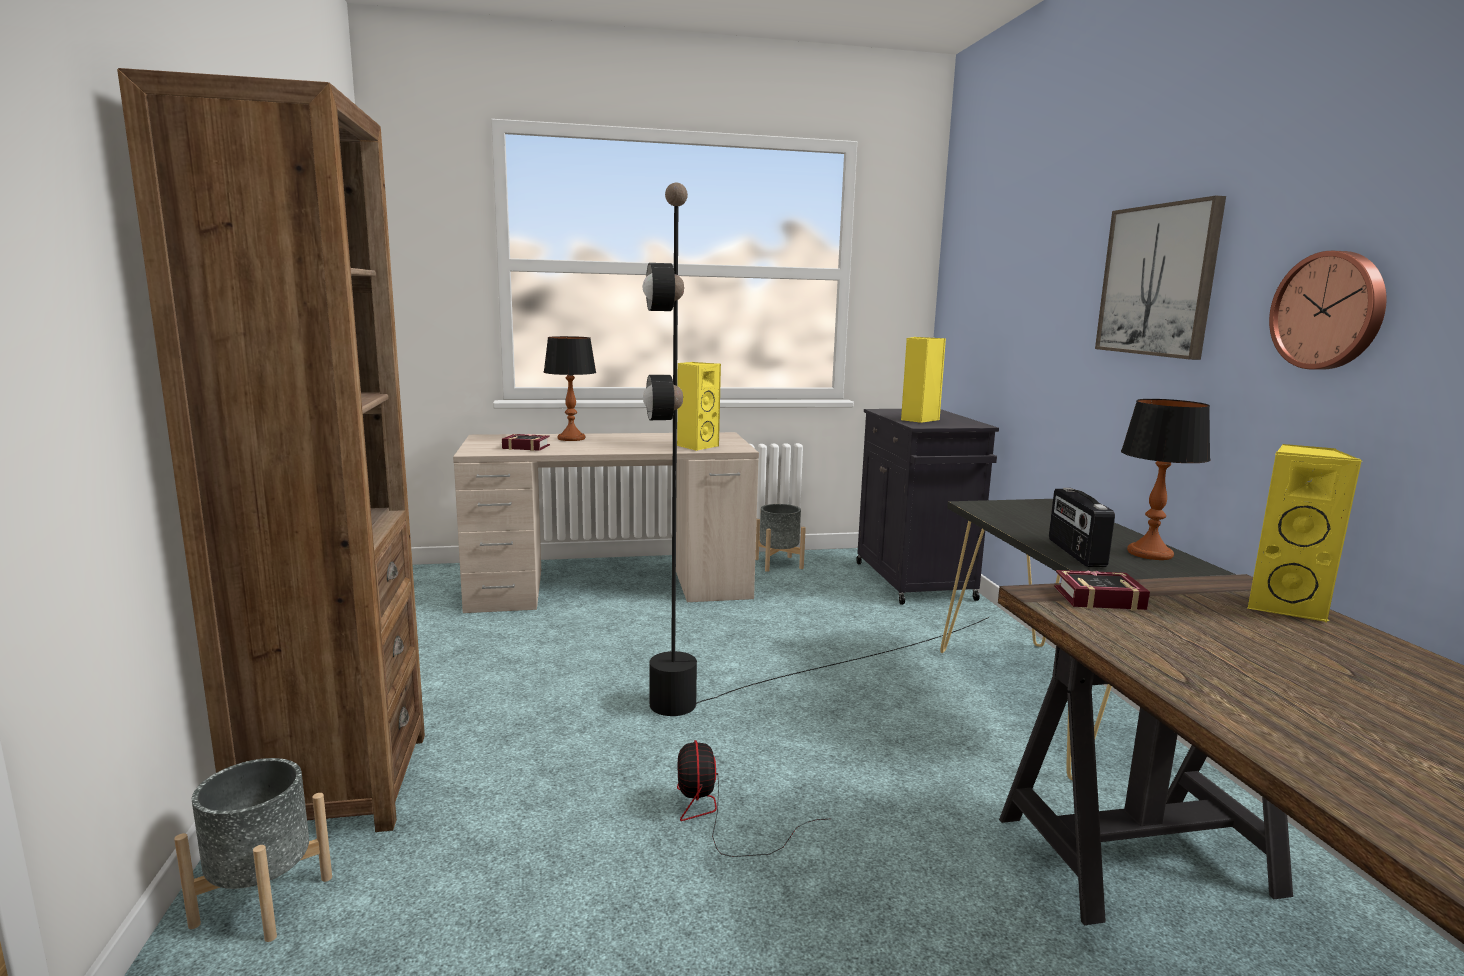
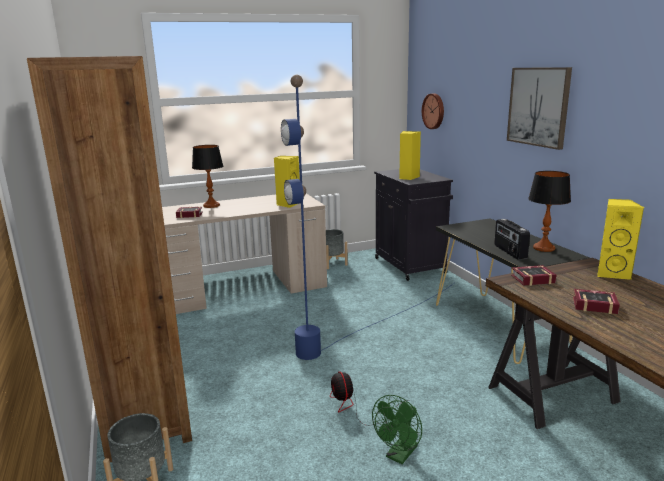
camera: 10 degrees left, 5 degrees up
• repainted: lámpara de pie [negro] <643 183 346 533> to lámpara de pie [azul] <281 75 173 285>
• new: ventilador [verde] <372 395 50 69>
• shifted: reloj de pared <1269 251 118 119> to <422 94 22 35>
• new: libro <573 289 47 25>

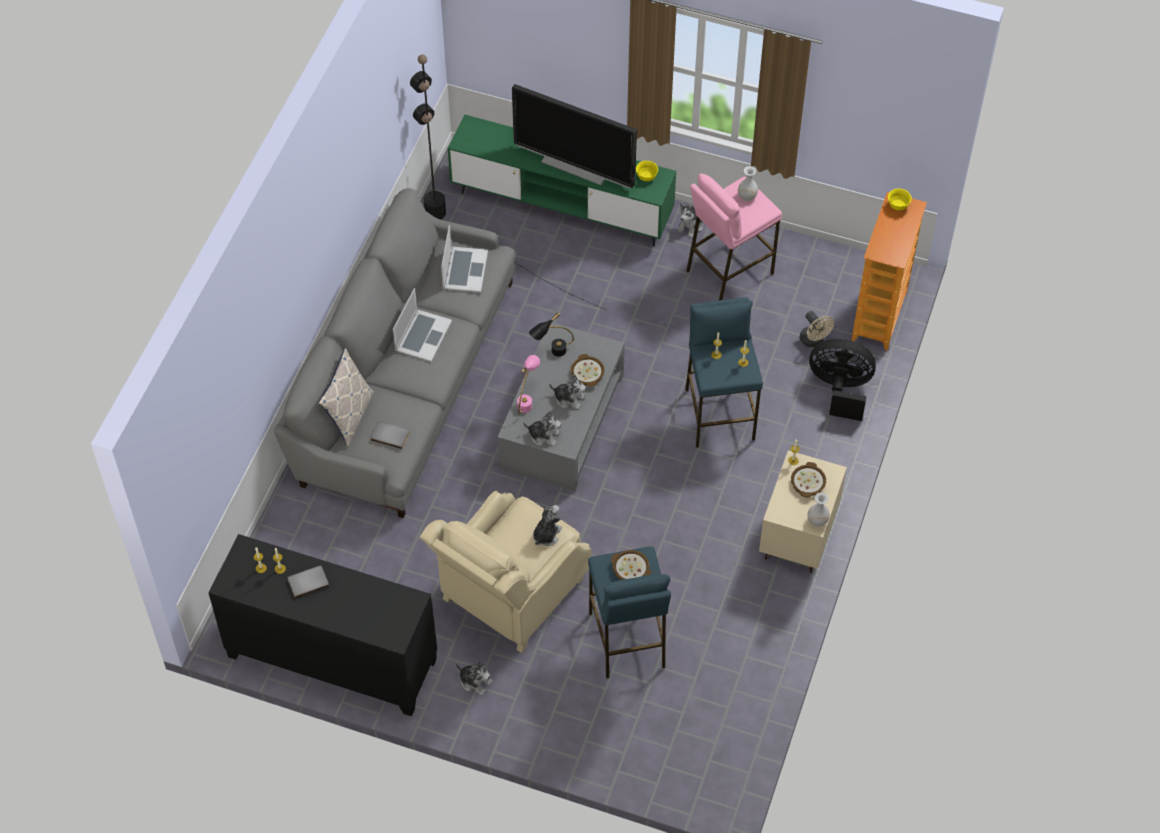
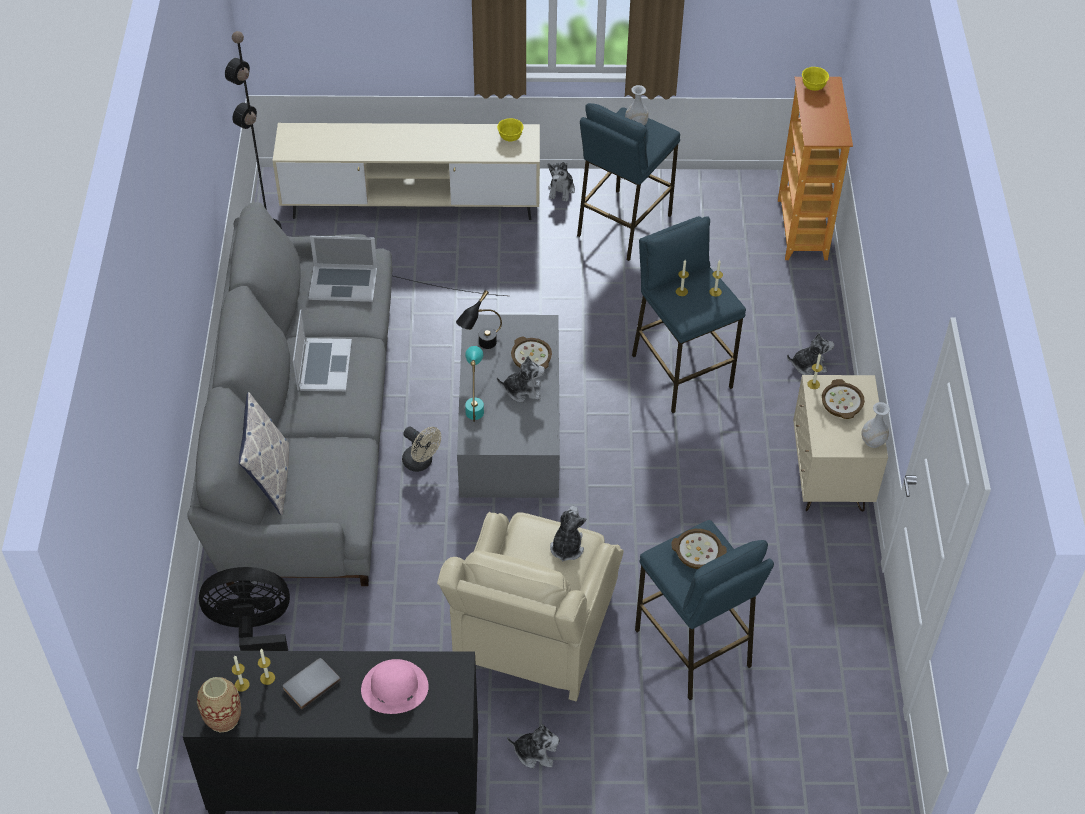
camera: 20 degrees left, 5 degrees down
• new: florero <197 677 44 55>
• shifted: ventilador [negro] <809 339 67 82> to <199 567 91 84>
• repainted: mueble de televisión [verde] <448 115 228 132> to mueble de televisión [beis] <272 123 268 97>
• rotated: portátil <441 225 47 68> = <309 236 68 66> 105 degrees clockwise
• new: sombrero [rosa] <361 659 68 55>
• shifted: ventilador [beis] <800 311 34 36> to <402 426 39 46>
• repainted: lámpara de mesa [rosa] <517 355 23 59> to lámpara de mesa [turquesa] <465 346 19 76>
• repainted: taburete [rosa] <686 173 96 127> to taburete [azul] <577 103 103 158>
• shifted: peluche <523 412 38 34> to <787 332 47 43>
• gone: libro [gris] <370 421 40 28>
• gone: televisor <512 84 125 105>

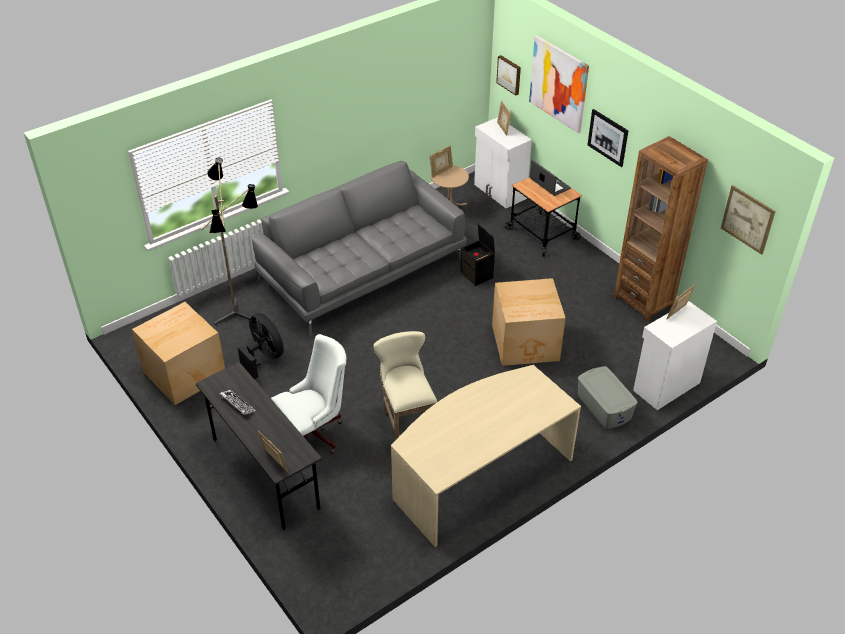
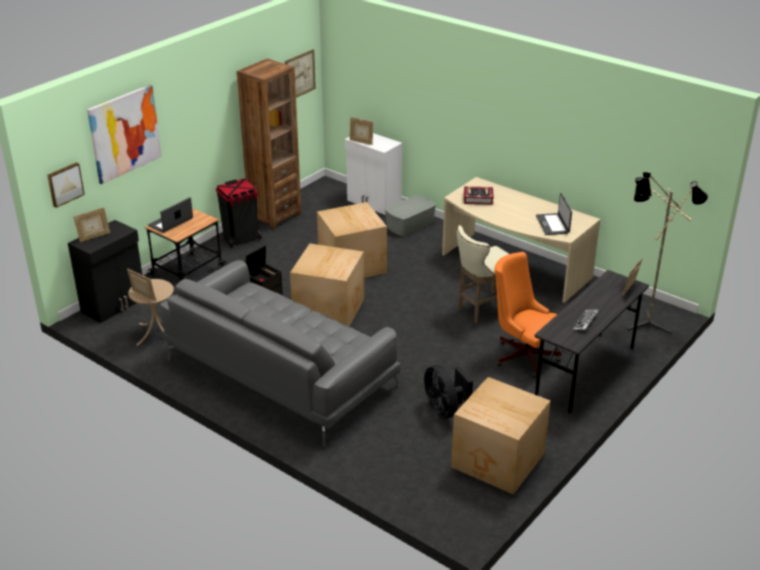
camera: 105 degrees left, 10 degrees down
• repainted: armario [blanco] <474 117 58 91> to armario [negro] <68 220 74 103>
• new: papelera [negro] <216 179 46 69>
• new: caja de cartón <290 243 74 83>
• rotated: ventilador [negro] <238 313 46 66> = <424 365 49 54> 60 degrees counterclockwise
• new: libro <464 186 30 19>
• repainted: silla de oficina [blanco] <271 334 75 120> to silla de oficina [naranja] <494 252 67 126>
• new: portátil <536 193 36 42>
• shifted: lámpara de pie <201 157 57 168> to <627 172 81 162>
• gone: cuadro <588 109 41 58>

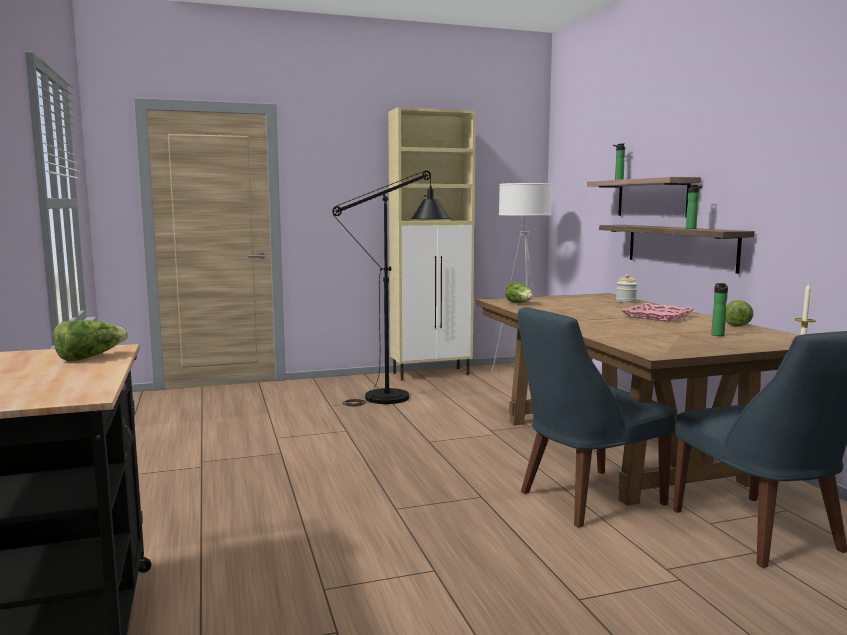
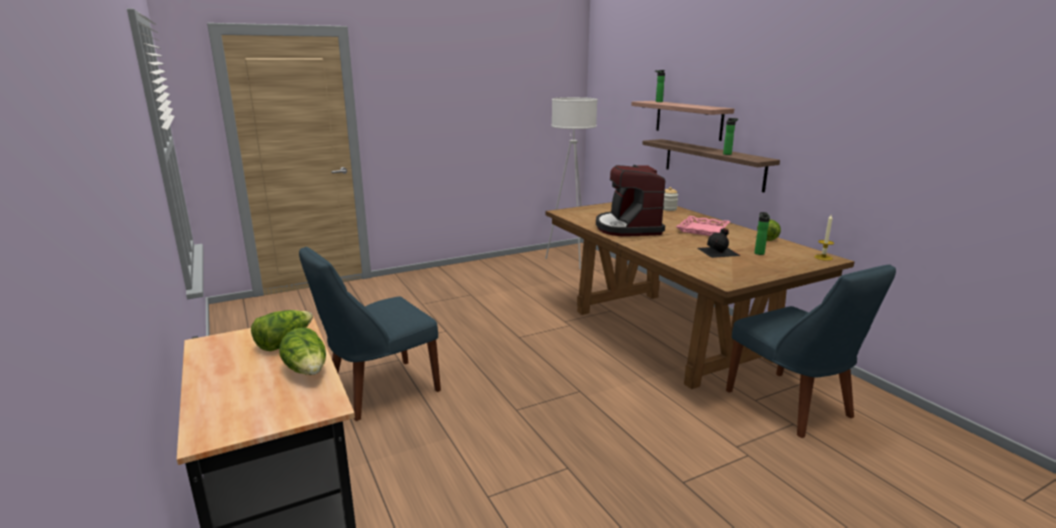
camera: 10 degrees left, 10 degrees up
• shifted: lechuga <505 282 28 21> to <279 327 47 48>
• shifted: silla [azul] <518 307 157 221> to <299 247 142 174>
• new: cafetera <596 165 69 71>
• new: botella [negro] <698 228 43 30>
• gone: lámpara de pie [negro] <332 170 119 236>
• gone: armario [beis] <388 107 88 274>

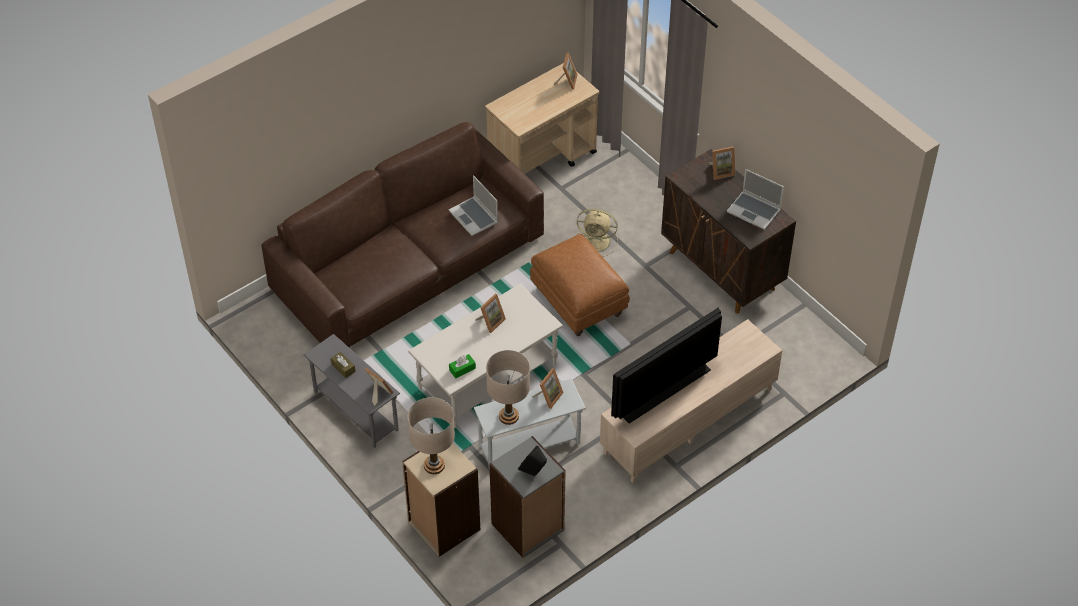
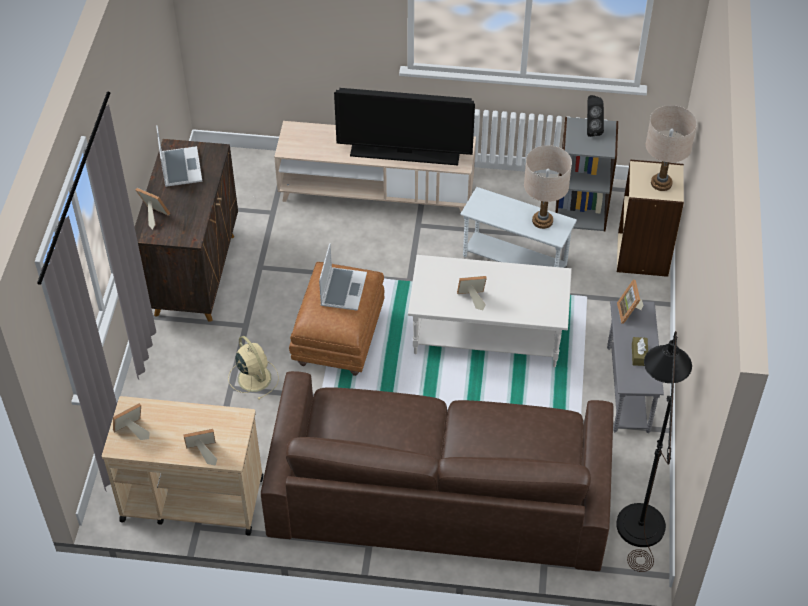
camera: 135 degrees left, 0 degrees up
• shifted: portarretratos <533 368 31 41> to <183 429 34 37>
• shifted: portátil <448 175 50 61> to <319 243 48 68>
• new: lámpara de pie [negro] <616 331 76 241>
• gone: caja de pañuelos [verde] <449 354 27 25>

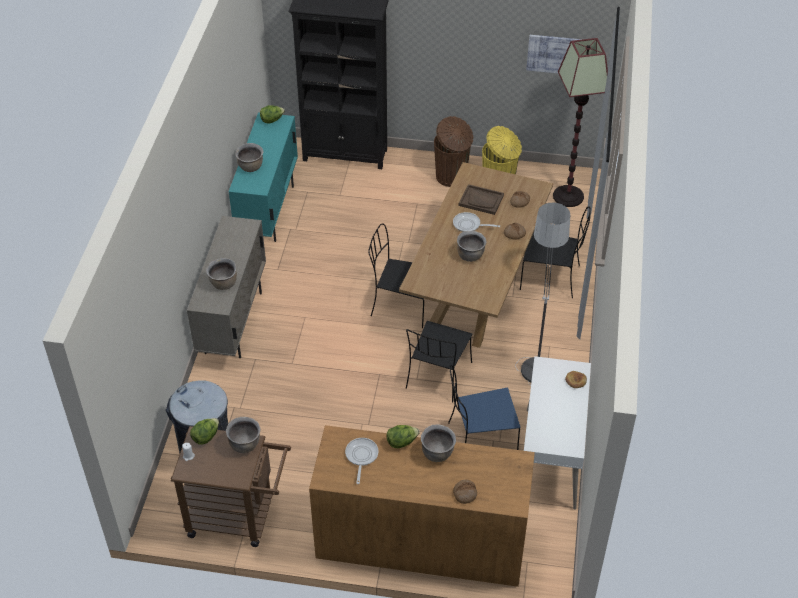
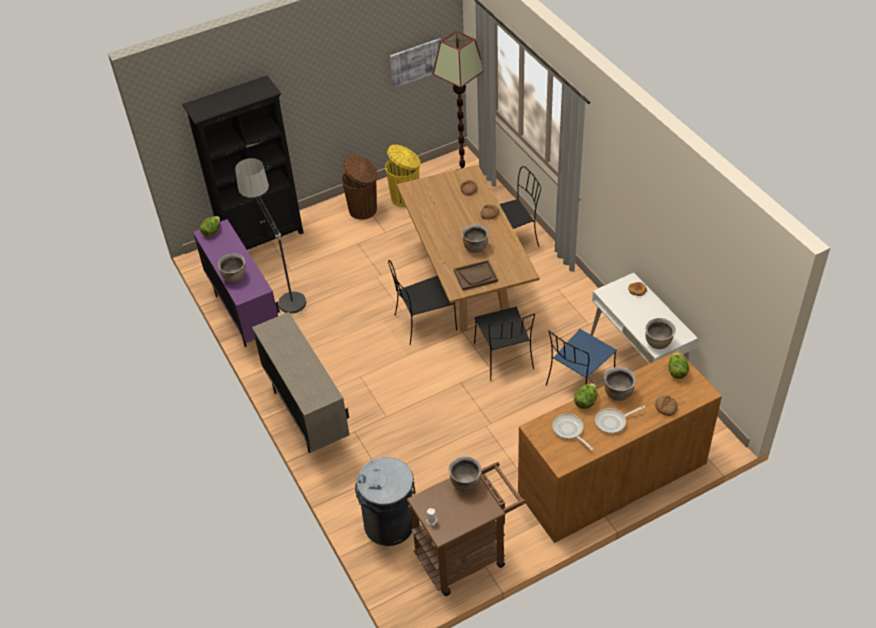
camera: 35 degrees left, 0 degrees up
• repainted: armario [turquesa] <229 112 69 130> to armario [morado] <193 219 87 128>
• shifted: lámpara de pie <515 202 55 183> to <235 158 71 158>
• shifted: bandeja [marrón] <459 184 45 31> to <454 260 44 31>
• shifted: sartén <453 212 47 20> to <595 406 50 28>
• shifted: olla [marrón] <206 258 31 32> to <645 318 31 31>
• shifted: lechuga <190 418 29 27> to <668 352 21 27>

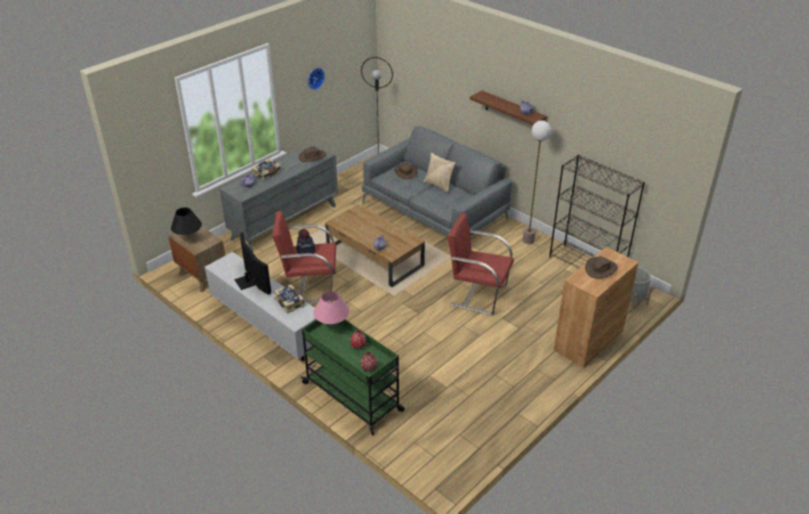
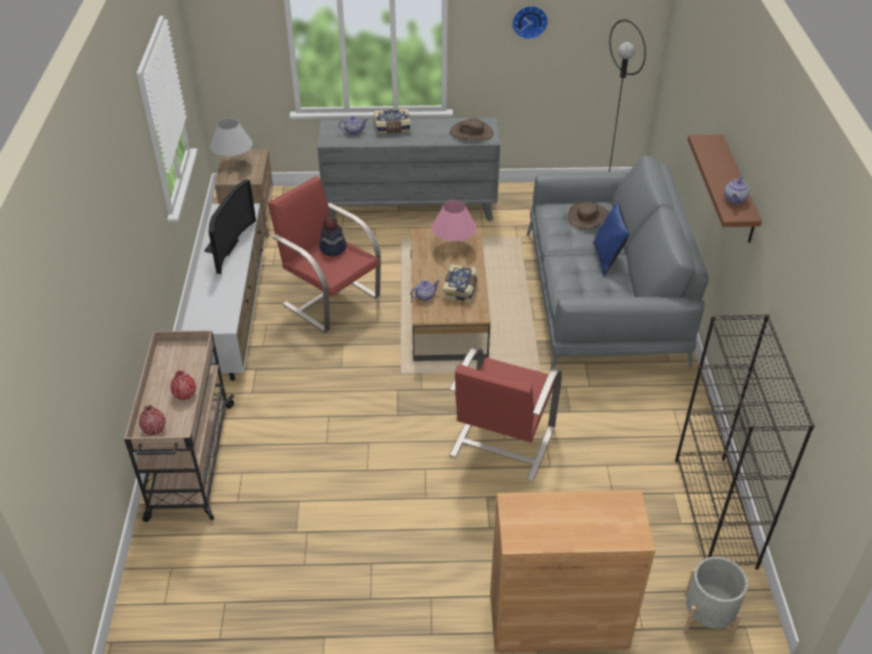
camera: 45 degrees right, 5 degrees up
• repainted: carrito [verde] <301 320 103 116> to carrito [beis] <124 330 110 192>
• repainted: lámpara de mesa [negro] <171 207 31 31> to lámpara de mesa [blanco] <210 118 42 46>
• shifted: lámpara de mesa [rosa] <314 291 35 36> to <432 200 44 47>
• shifted: libro <274 284 31 29> to <442 264 36 39>
• rotated: sillón [rojo] <447 213 67 102> = <449 347 113 134> 135 degrees counterclockwise
• repainted: cojín [beis] <423 152 33 41> to cojín [azul] <593 202 37 74>
• gone: lámpara de pie <523 120 28 124>
• gone: sombrero [marrón] <585 256 33 23>

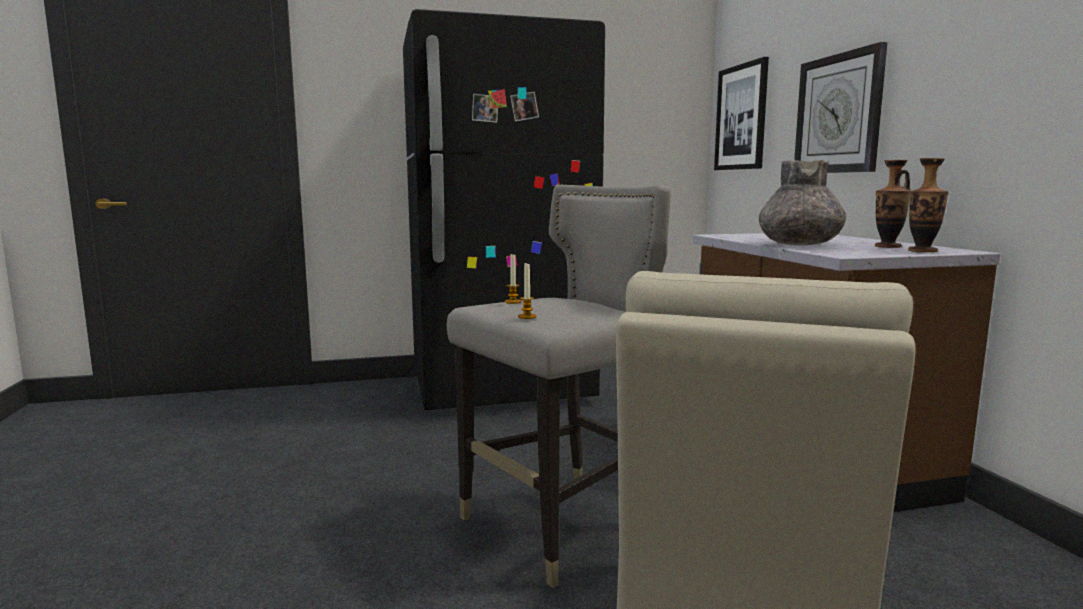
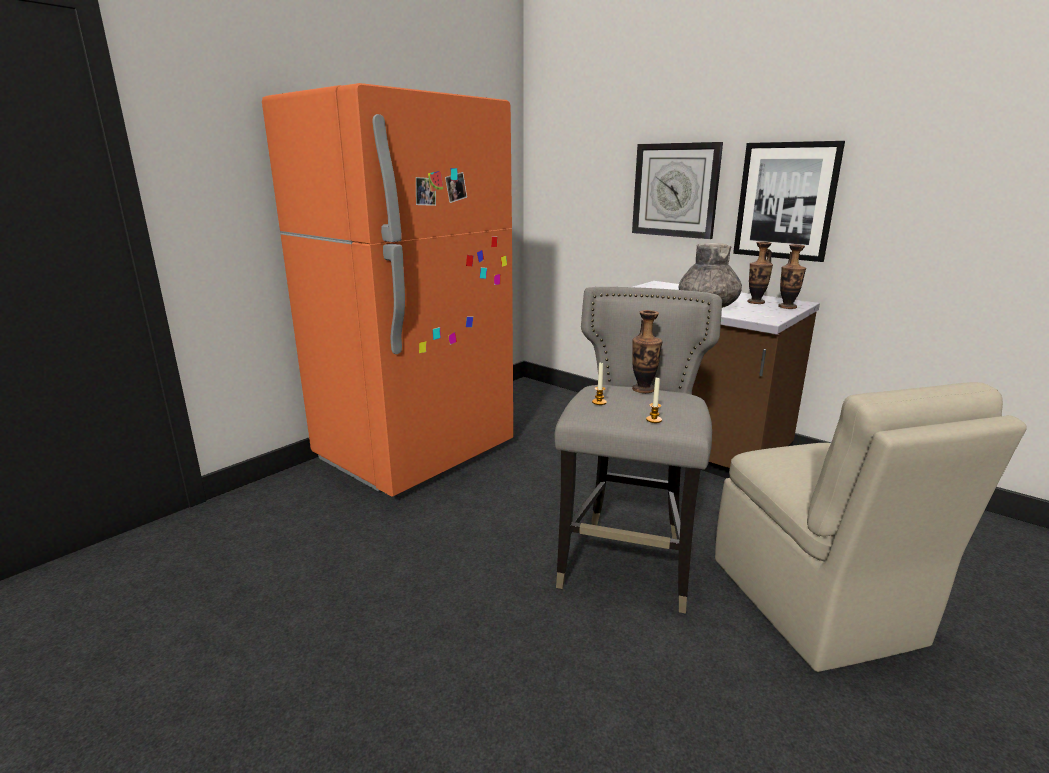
camera: 35 degrees left, 10 degrees up
• repainted: nevera [negro] <403 9 202 401> to nevera [naranja] <262 83 251 414>
• new: florero <632 310 31 83>
• shifted: cuadro <714 57 55 113> to <733 141 112 121>

